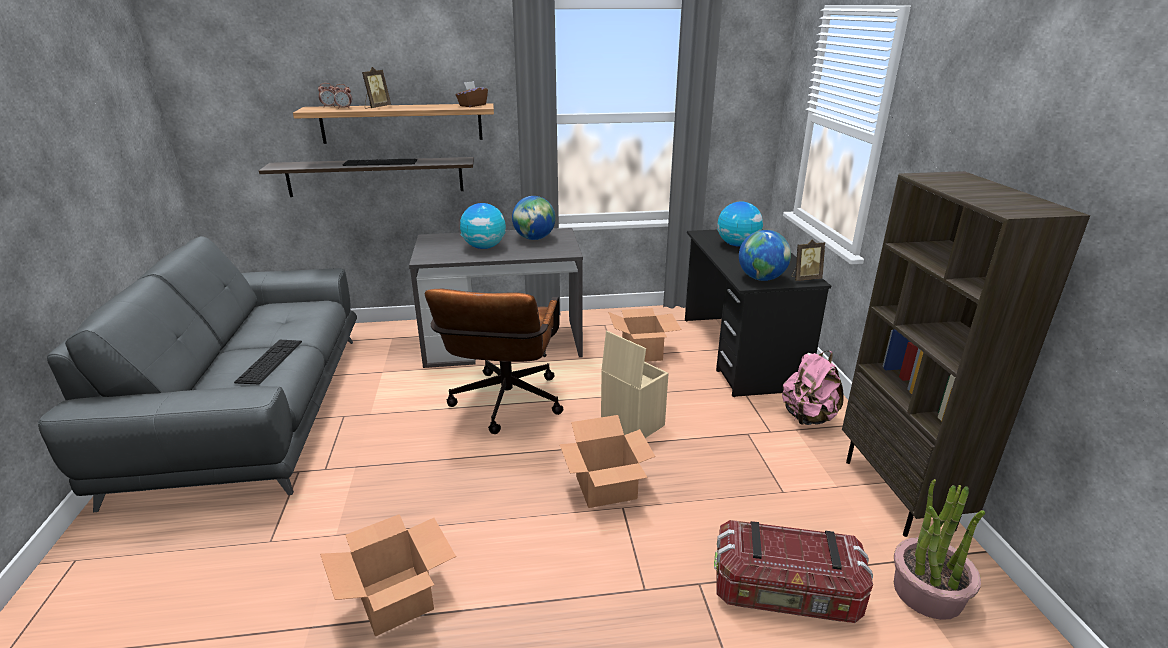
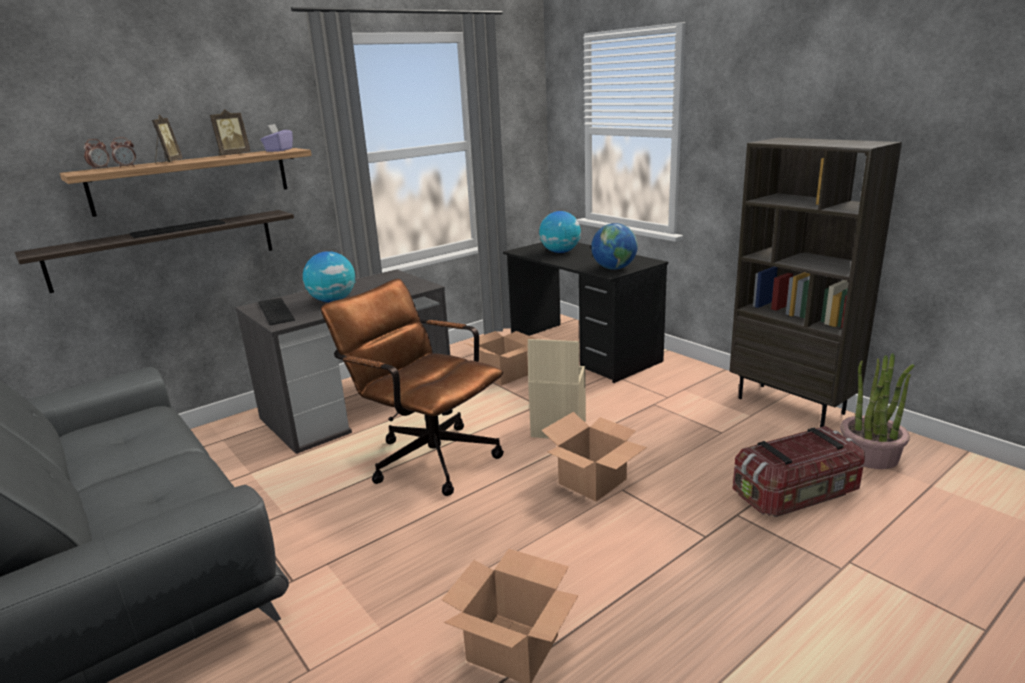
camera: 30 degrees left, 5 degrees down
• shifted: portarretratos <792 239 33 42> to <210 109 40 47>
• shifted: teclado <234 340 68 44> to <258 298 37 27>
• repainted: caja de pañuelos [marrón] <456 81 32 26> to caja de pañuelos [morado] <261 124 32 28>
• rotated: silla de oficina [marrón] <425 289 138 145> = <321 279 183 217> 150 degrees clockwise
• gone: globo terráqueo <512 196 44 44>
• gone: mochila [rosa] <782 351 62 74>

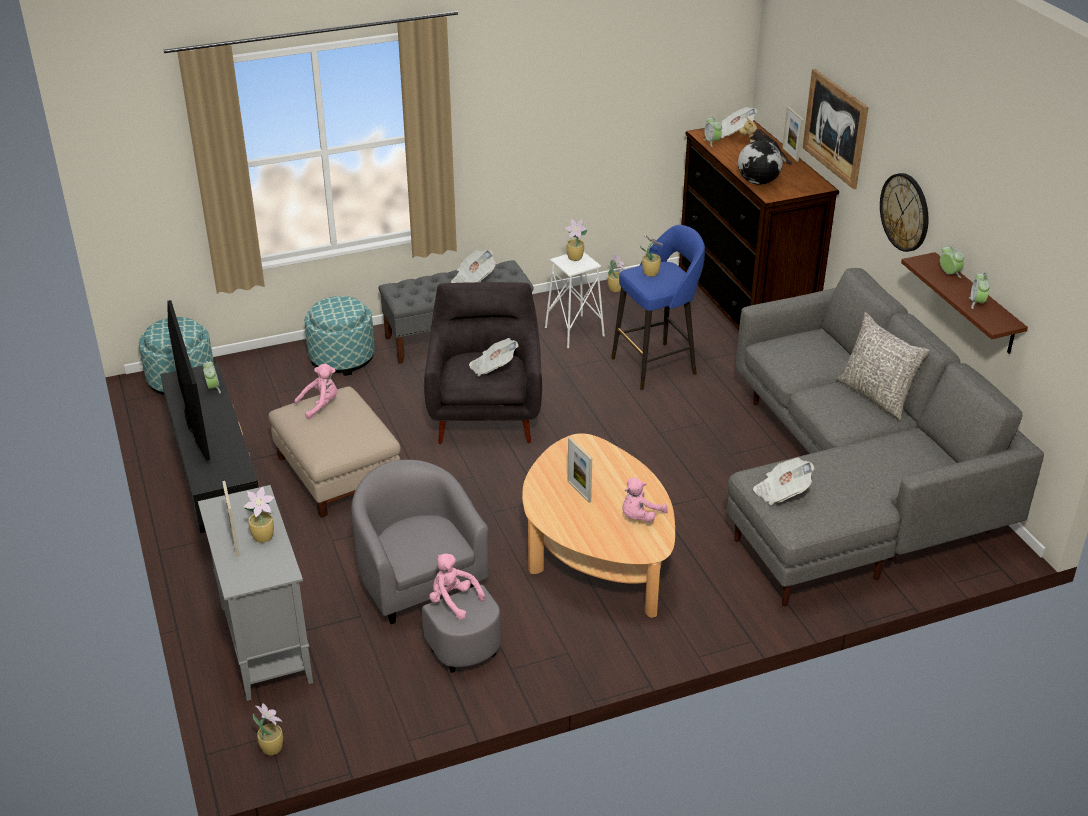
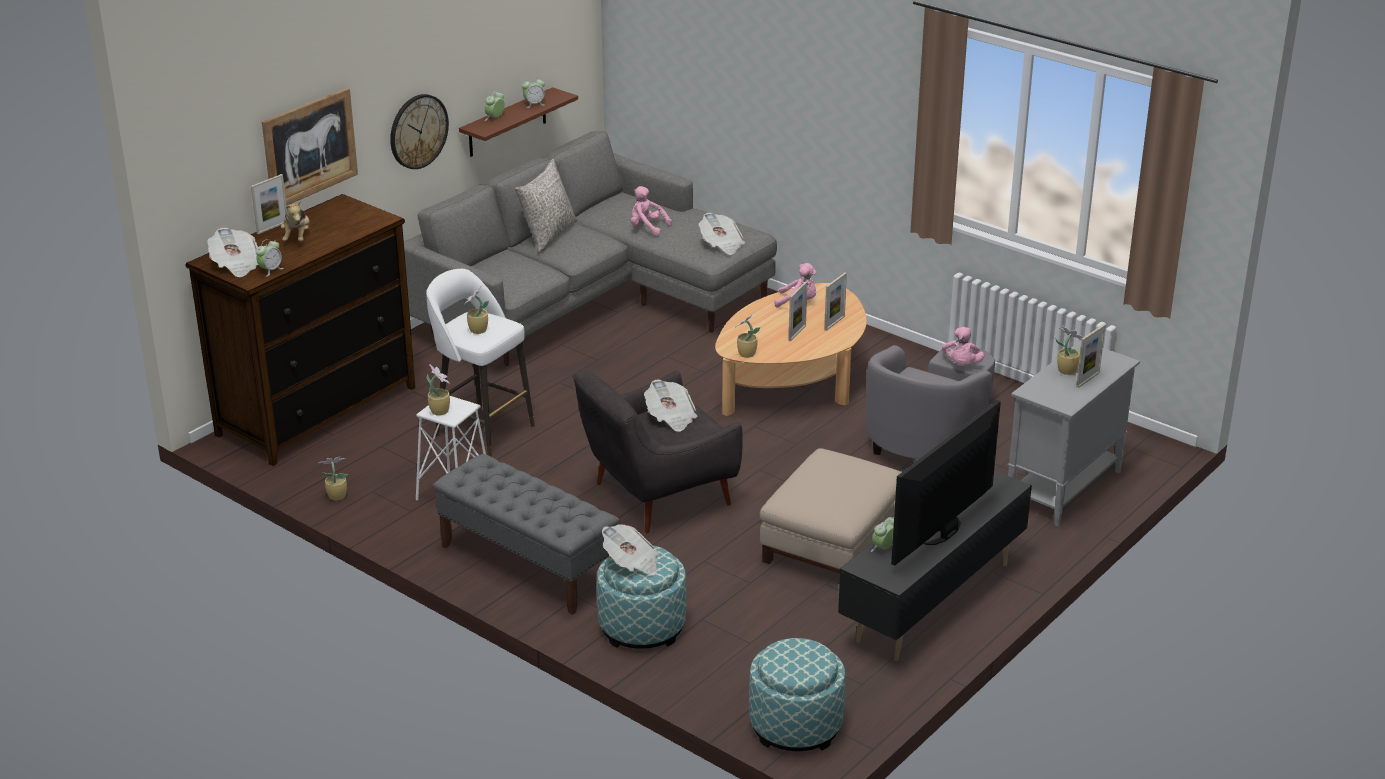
camera: 120 degrees left, 5 degrees down
• repainted: taburete [azul] <611 225 94 165> to taburete [blanco] <426 269 109 188>
• shifted: periódico <451 250 45 33> to <602 524 57 51>
• shifted: peluche [rosa] <294 364 44 55> to <631 186 41 49>
• shifted: planta en maceta <253 703 30 52> to <737 312 23 46>
• new: portarretratos <824 273 23 58>
• gone: globo terráqueo <738 140 45 45>

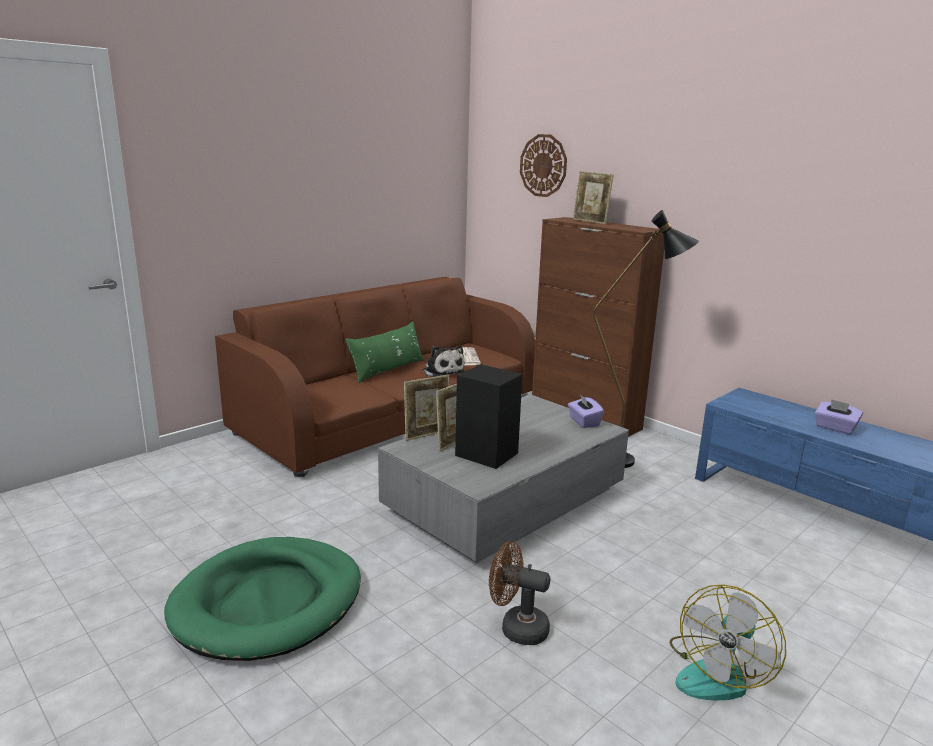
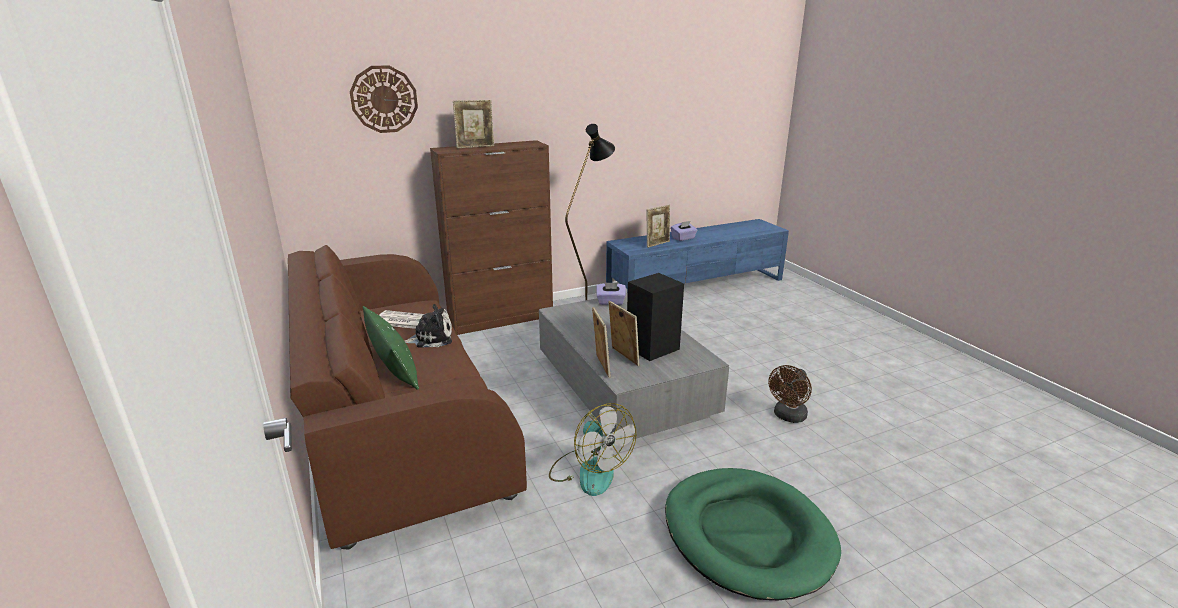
camera: 70 degrees left, 5 degrees up
• shifted: ventilador <670 584 116 116> to <549 403 88 93>
• new: portarretratos <647 205 23 43>

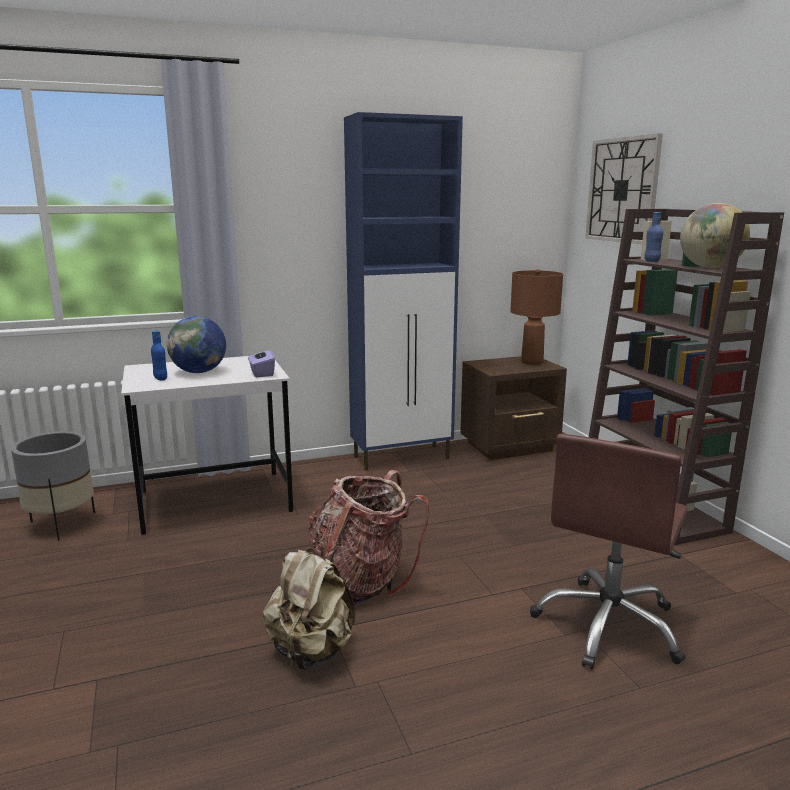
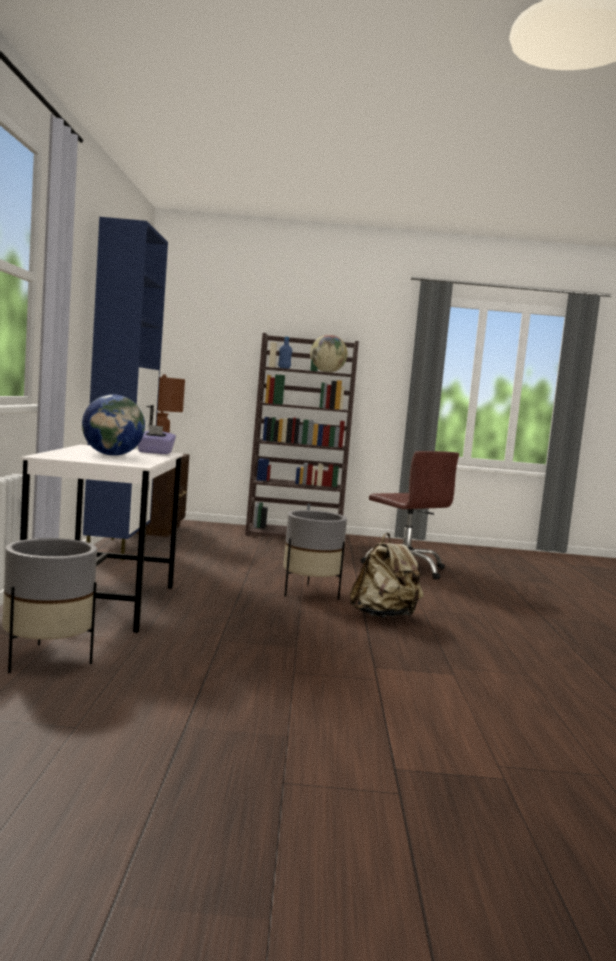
camera: 70 degrees left, 10 degrees down
• swapped: mochila <308 470 121 135> to maceta [gris] <283 510 64 90>
• gone: botella [azul] <151 330 16 50>
• gone: reloj de pared <585 133 78 111>

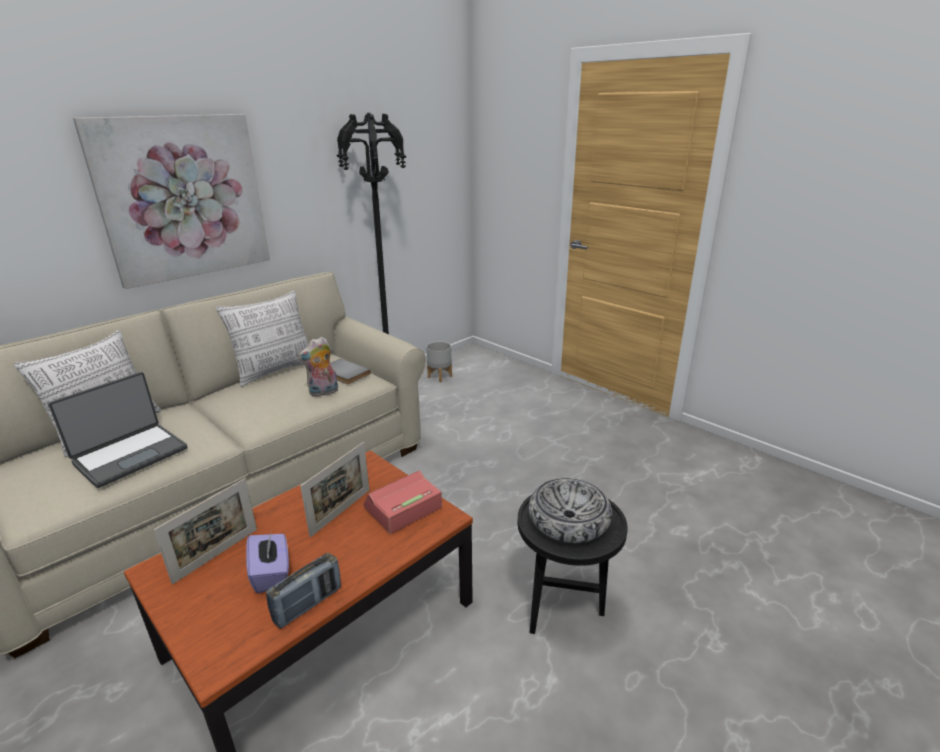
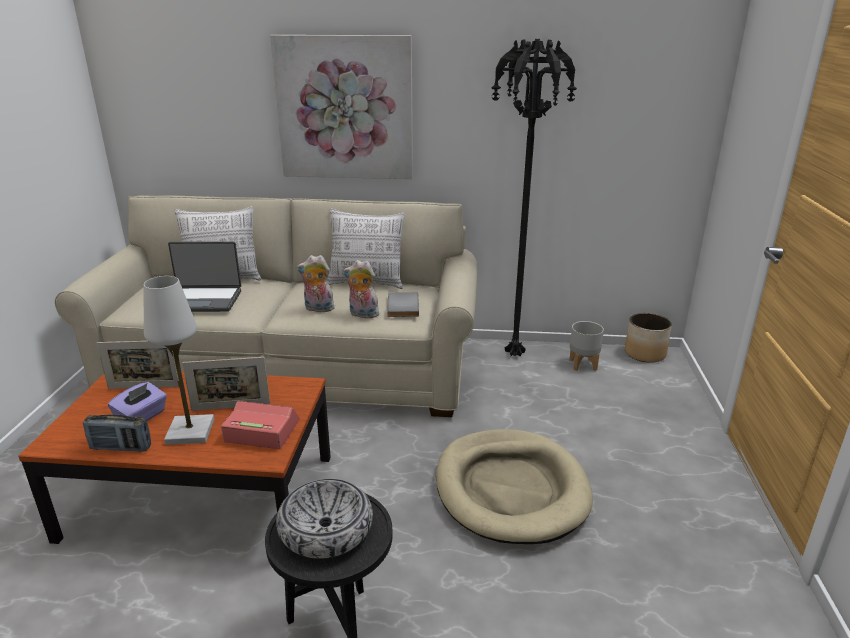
camera: 50 degrees right, 0 degrees up
• new: lámpara de mesa [blanco] <144 276 70 169>
• new: peluche <297 255 38 57>
• new: cama para perro [beis] <436 429 157 115>
• new: maceta <625 313 47 50>

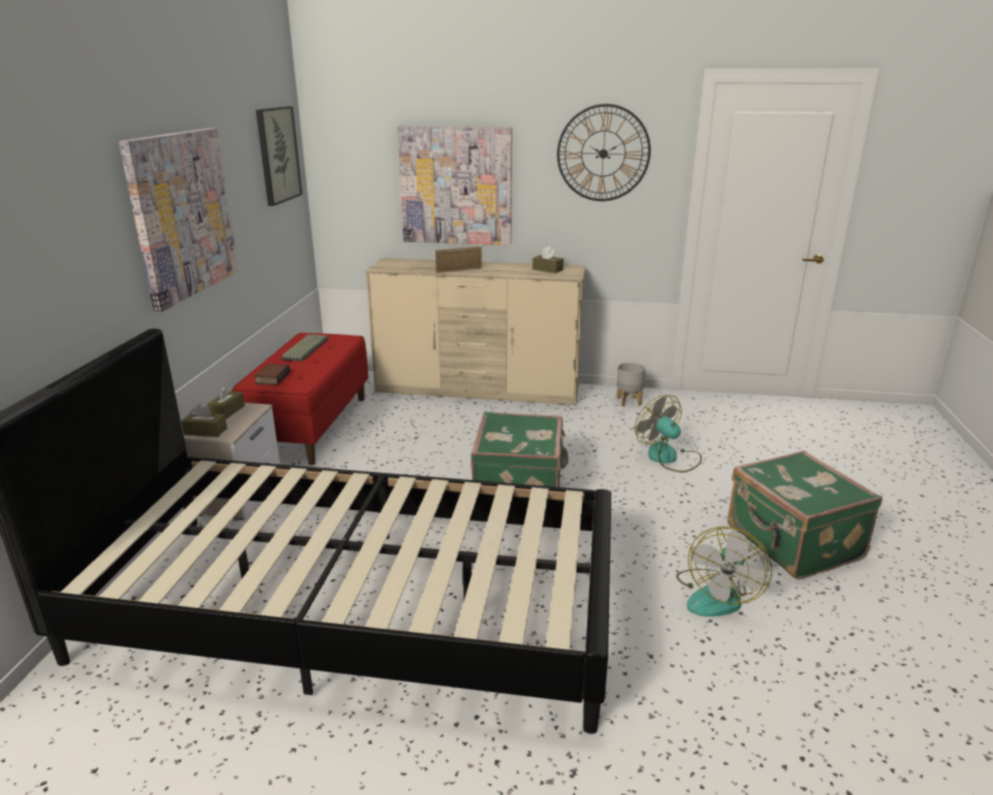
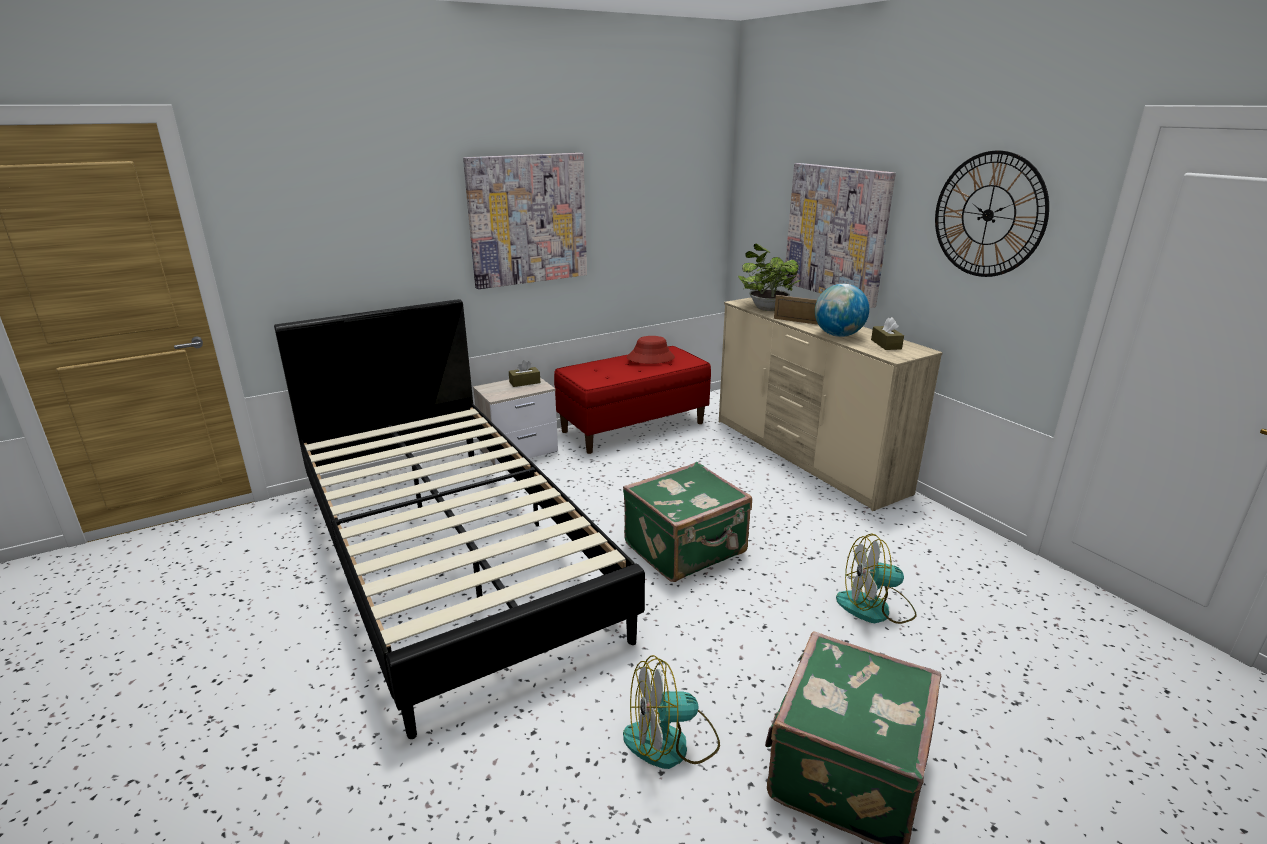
camera: 50 degrees right, 0 degrees up
• swapped: teclado <281 334 48 27> to sombrero [rojo] <627 336 48 28>
• new: planta en maceta <738 243 63 68>
• new: globo terráqueo <815 284 54 53>
• rotated: ventilador <635 395 67 77> = <836 533 81 91> 105 degrees counterclockwise
• gone: caja de pañuelos [marrón] <181 404 46 33>
• gone: libro <254 364 36 21>
• gone: cuadro <256 106 46 100>
• gone: maceta [gris] <616 362 30 44>

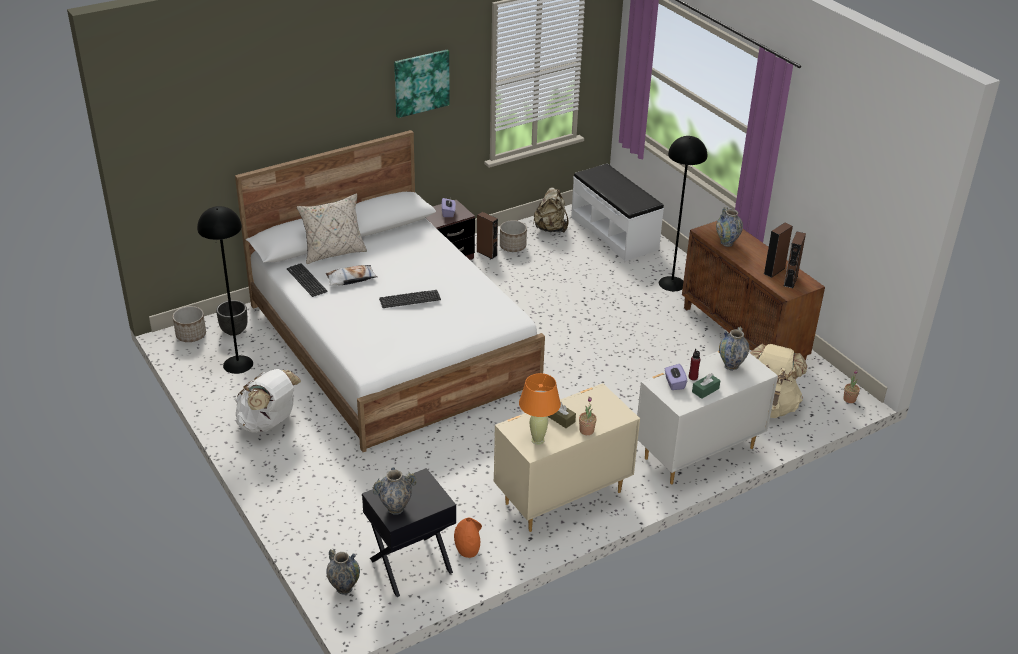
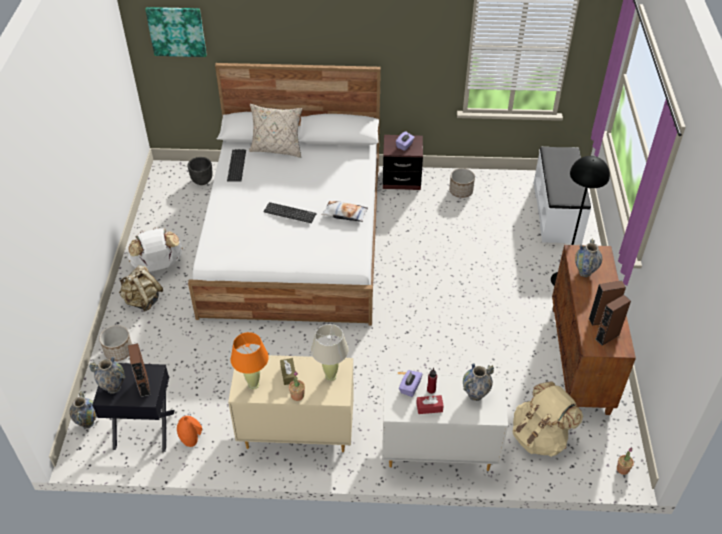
camera: 35 degrees right, 10 degrees up
• shifted: maceta <173 306 33 36> to <99 325 33 36>
• shifted: mochila [beis] <534 188 35 45> to <119 265 44 47>
• shifted: altavoz [marrón] <476 212 22 47> to <128 343 23 54>
• shifted: cuadro <394 50 56 68> to <145 7 62 50>
• new: lámpara de mesa [beis] <311 324 38 57>
• shifted: cojín <326 265 52 21> to <321 201 47 21>
• repainted: caja de pañuelos [verde] <692 373 29 26> to caja de pañuelos [rojo] <416 395 28 19>
• gone: lámpara de pie [negro] <197 206 56 168>

